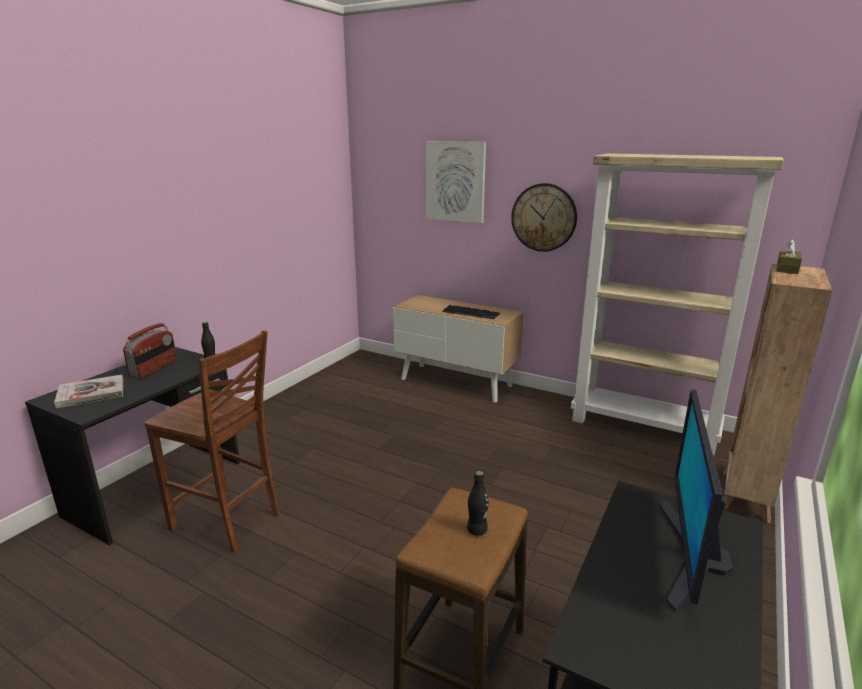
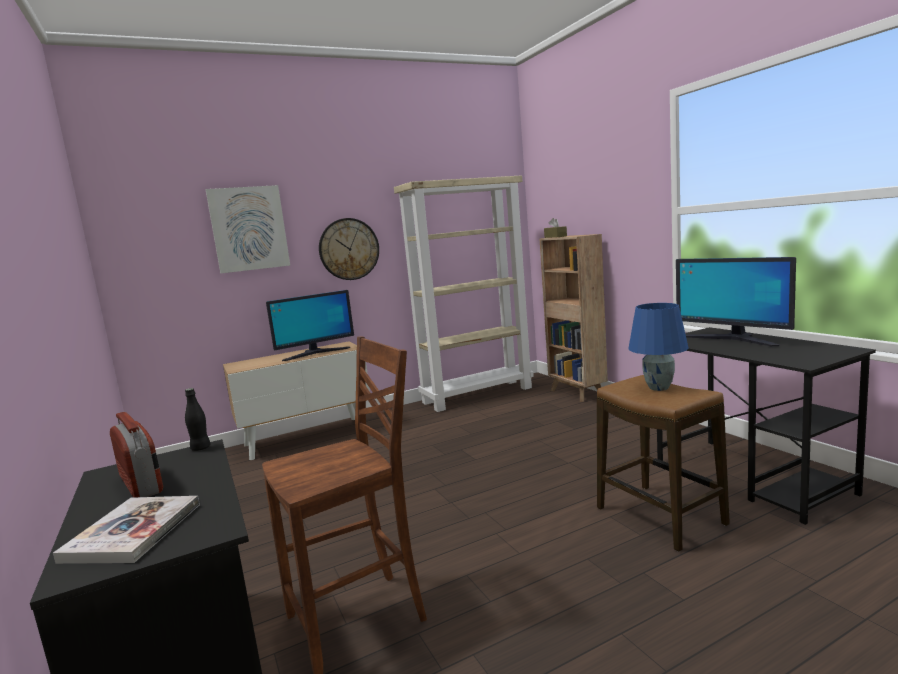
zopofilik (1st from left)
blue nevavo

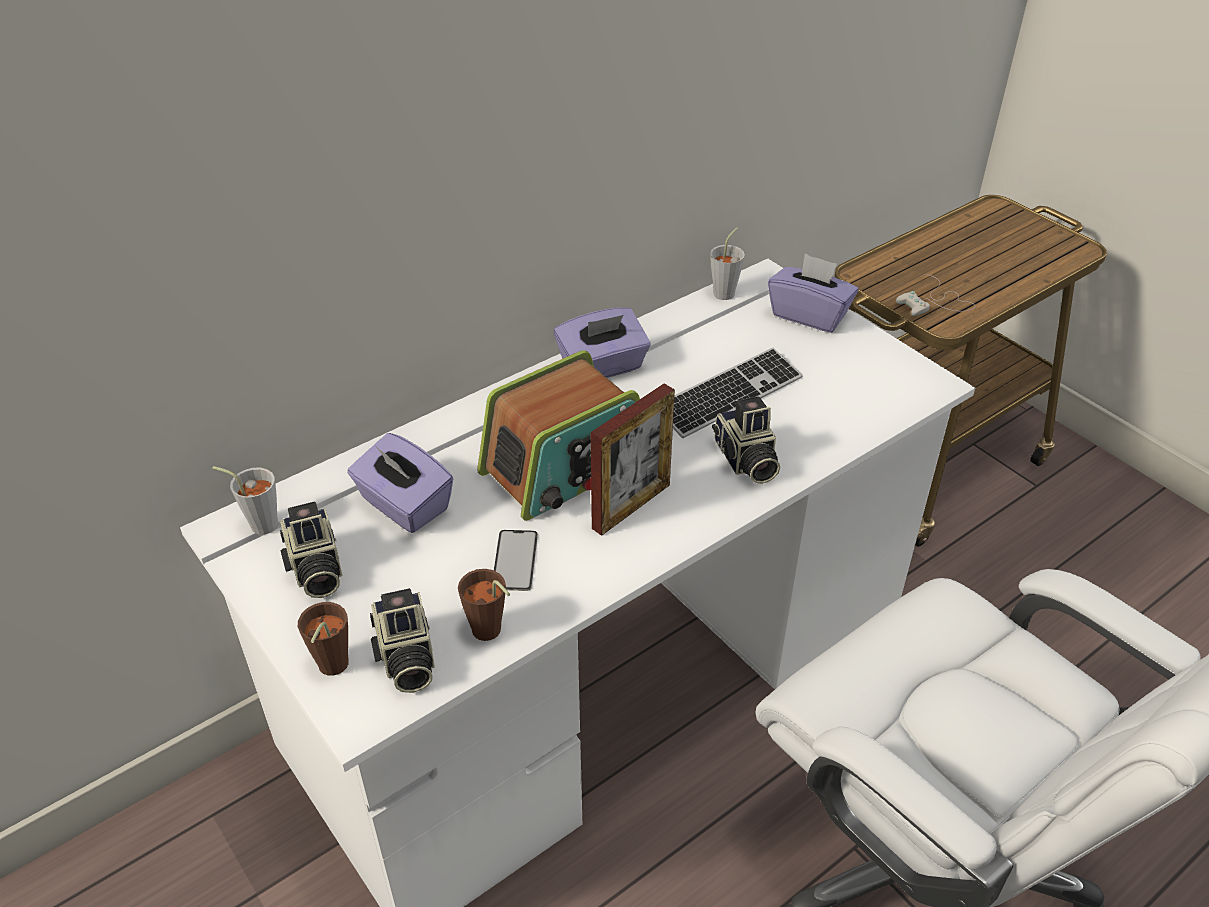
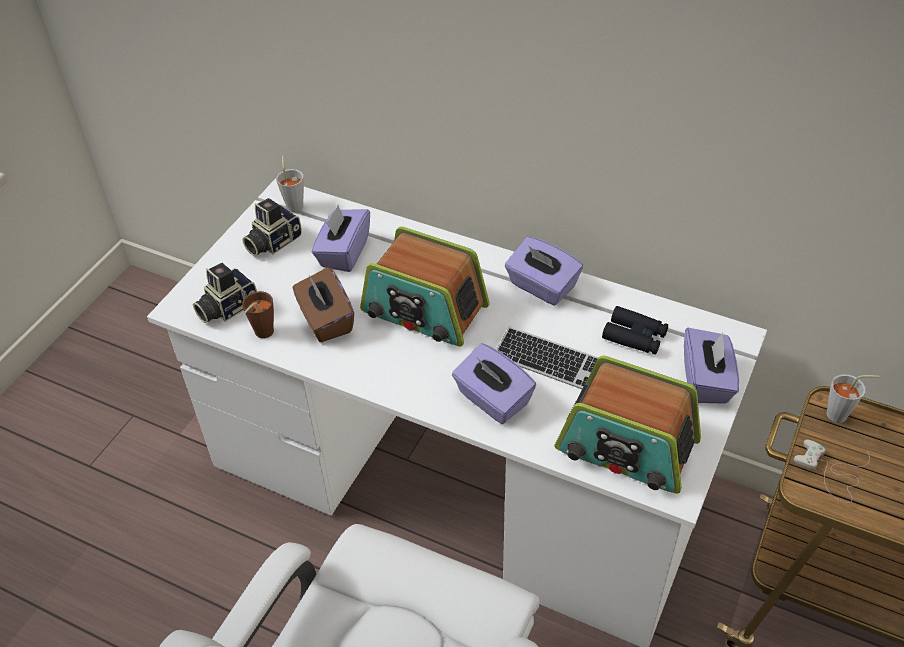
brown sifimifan (1st from left in the first image)
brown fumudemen
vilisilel
grey sifimifan (2nd from left)
purple fumudemen (2nd from left)
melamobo (2nd from left)
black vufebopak

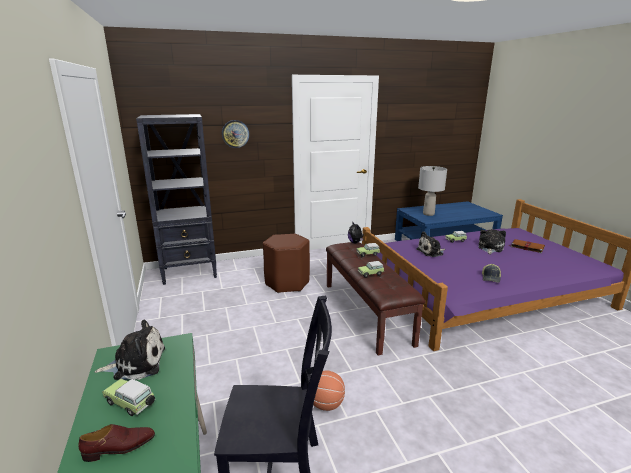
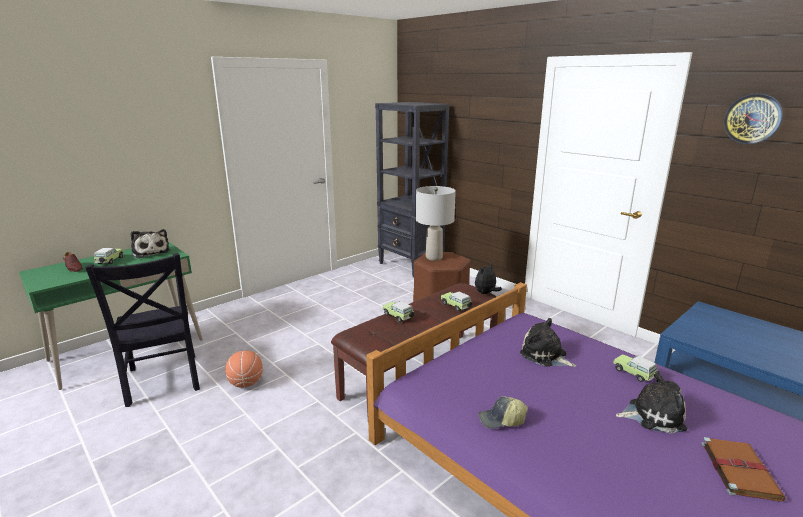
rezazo
grey nevavo

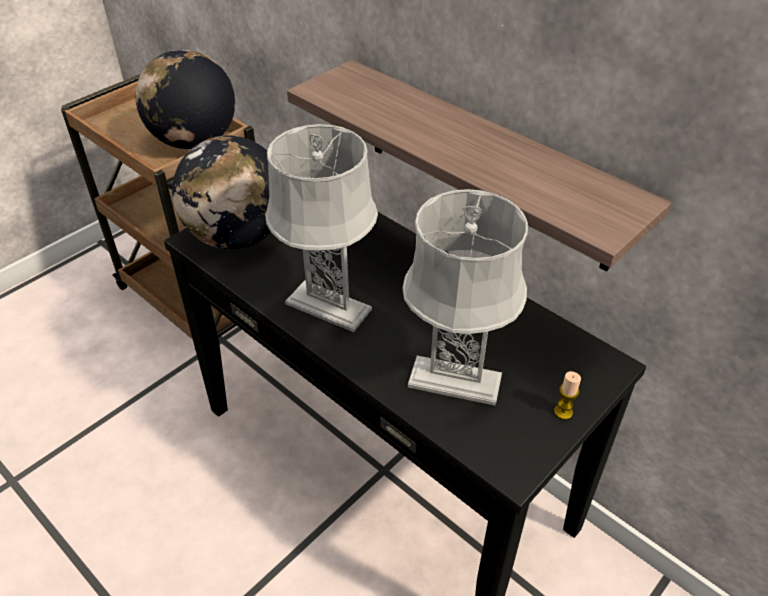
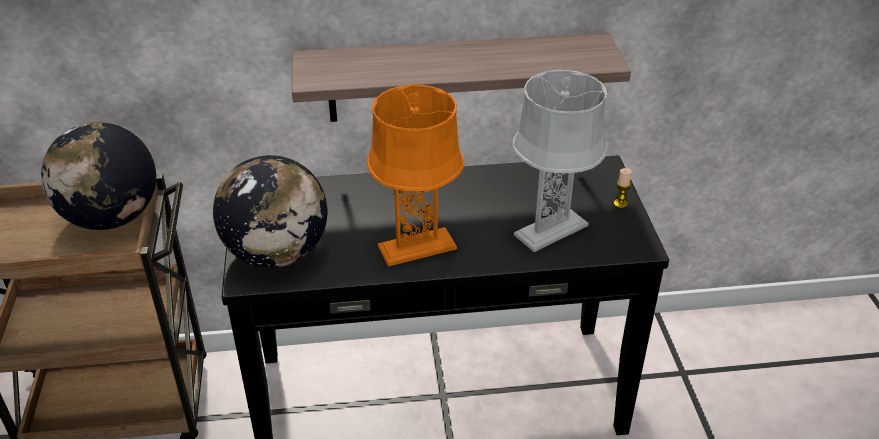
orange nevavo

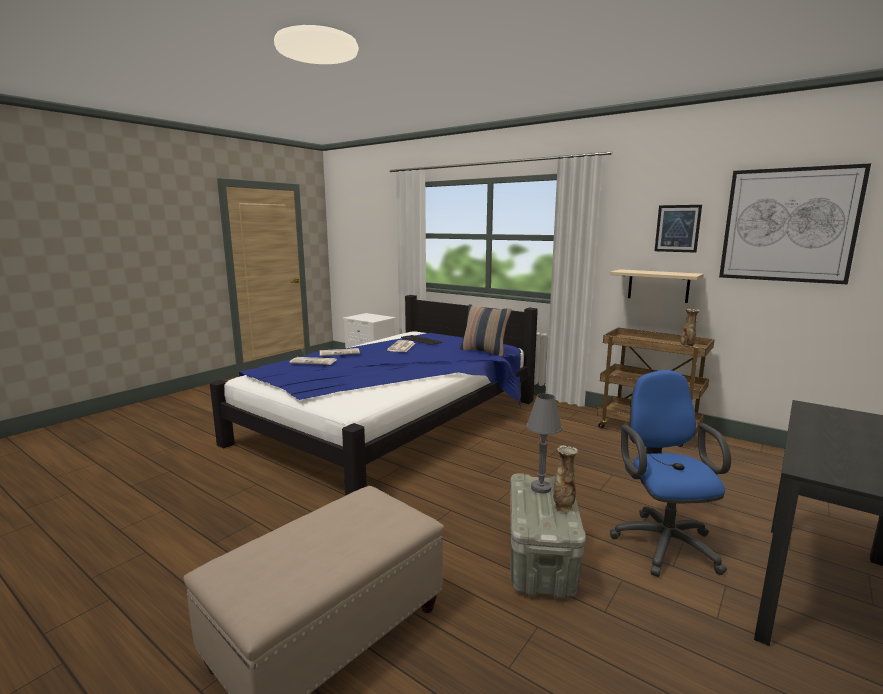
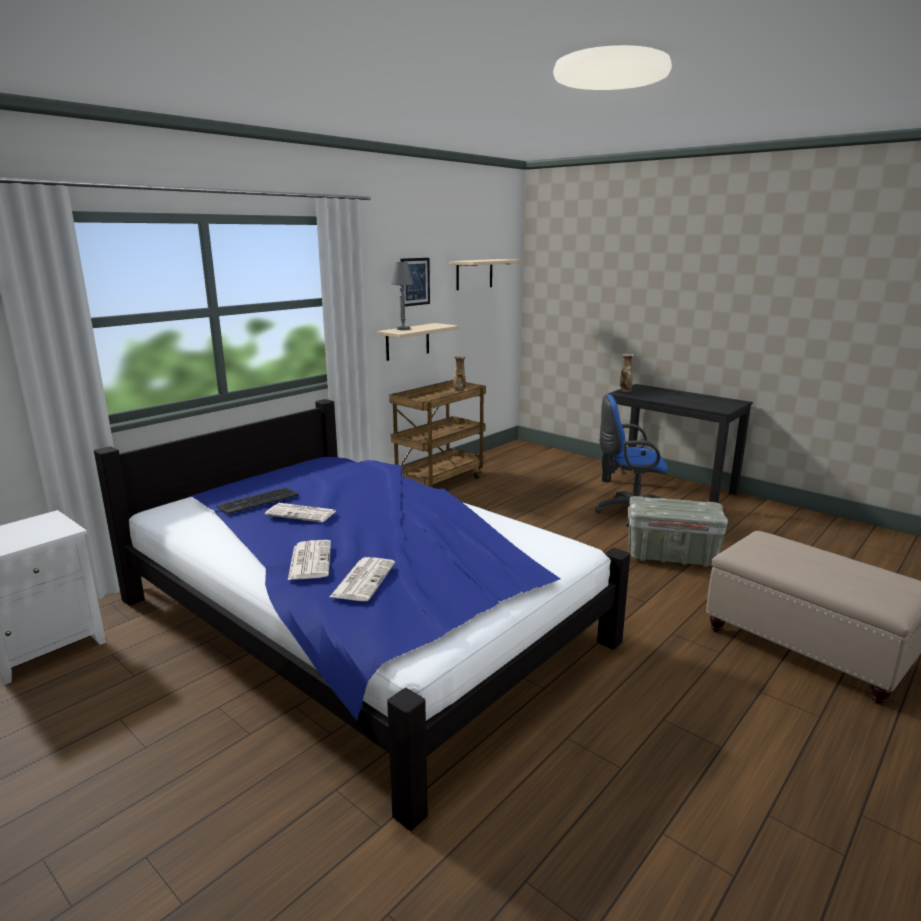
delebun
grey nevavo
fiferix (2nd from left)
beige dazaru (2nd from left)

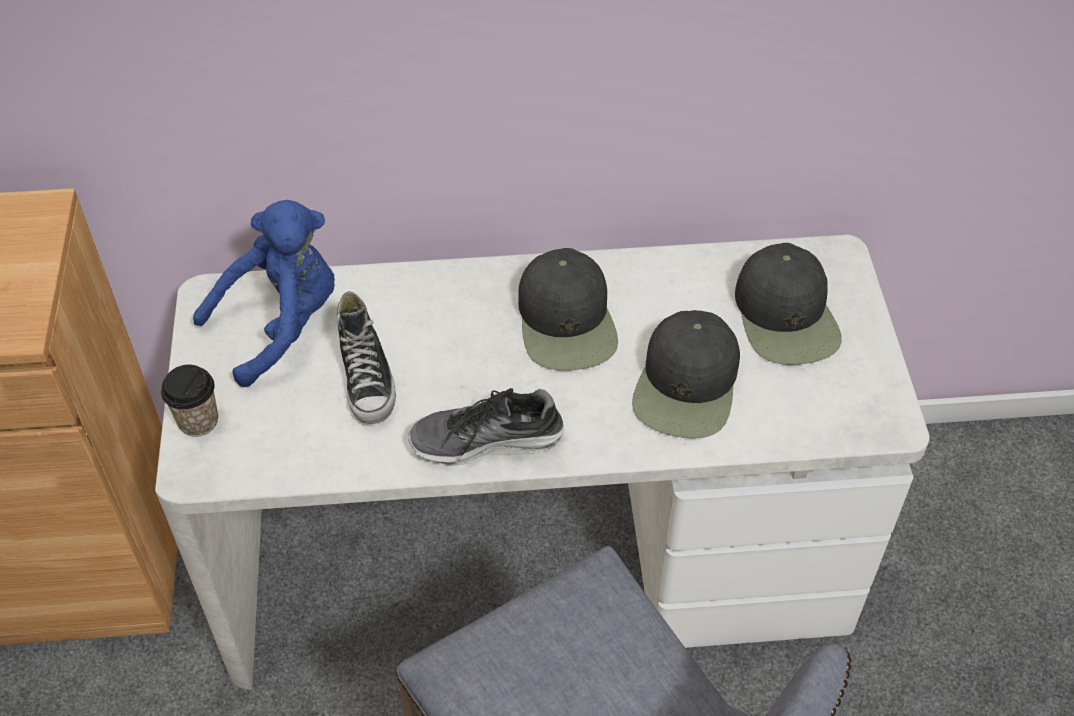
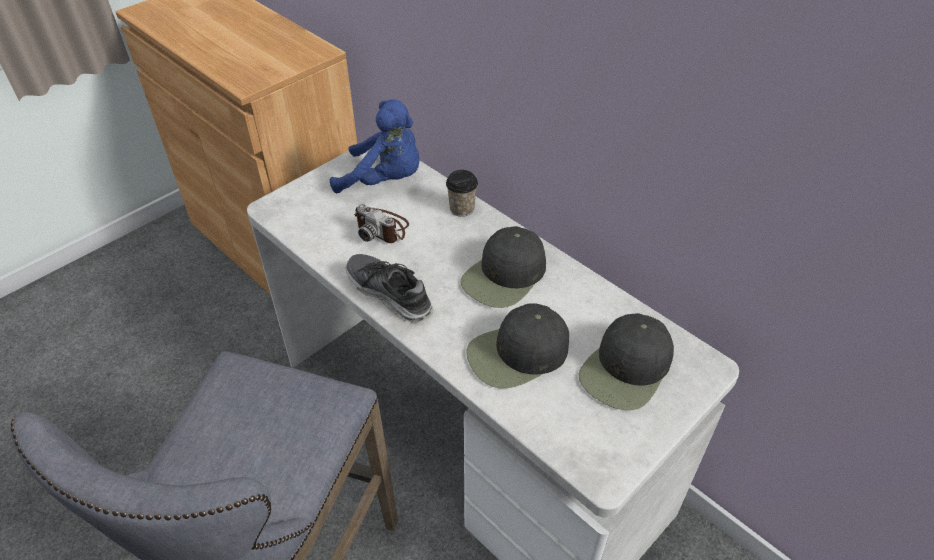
sifimifan
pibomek

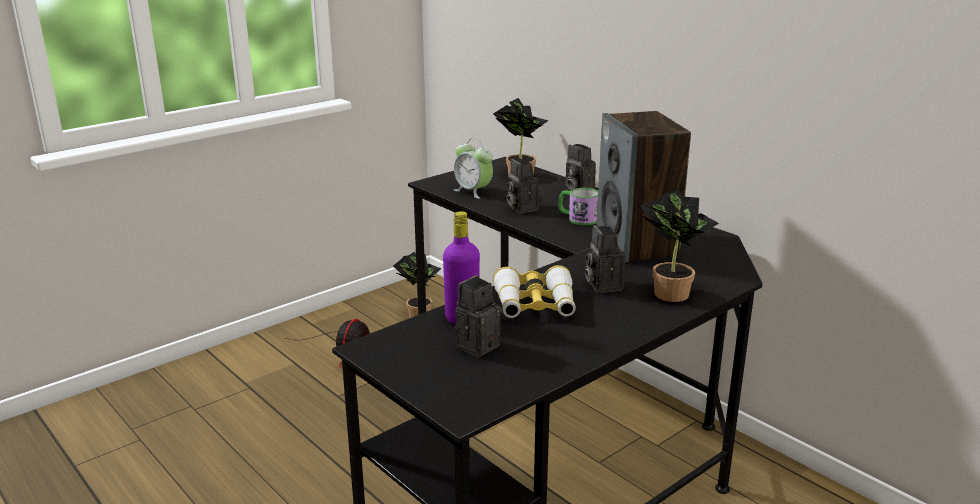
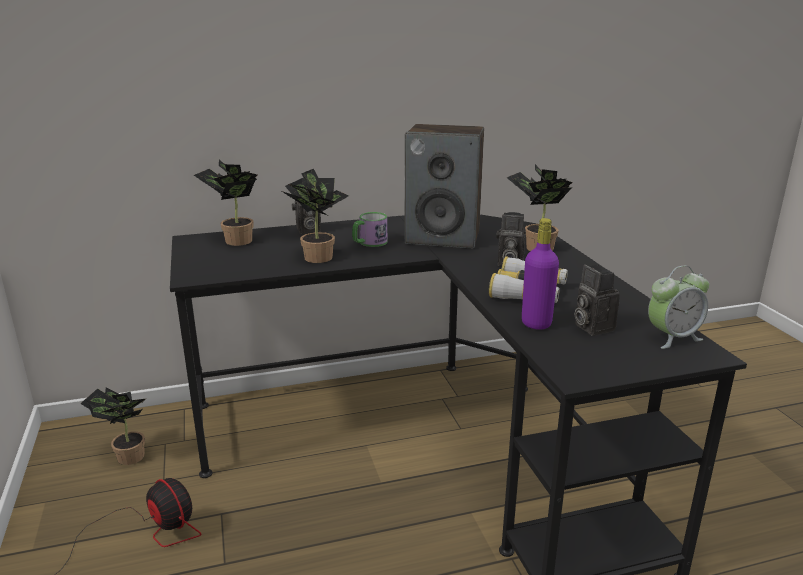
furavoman
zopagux (3rd from left)

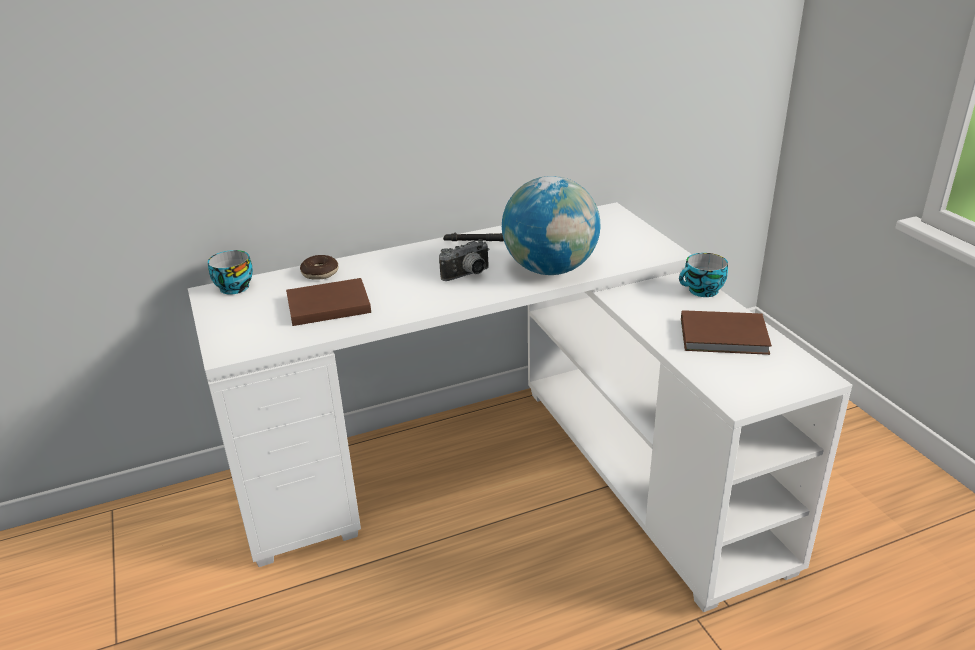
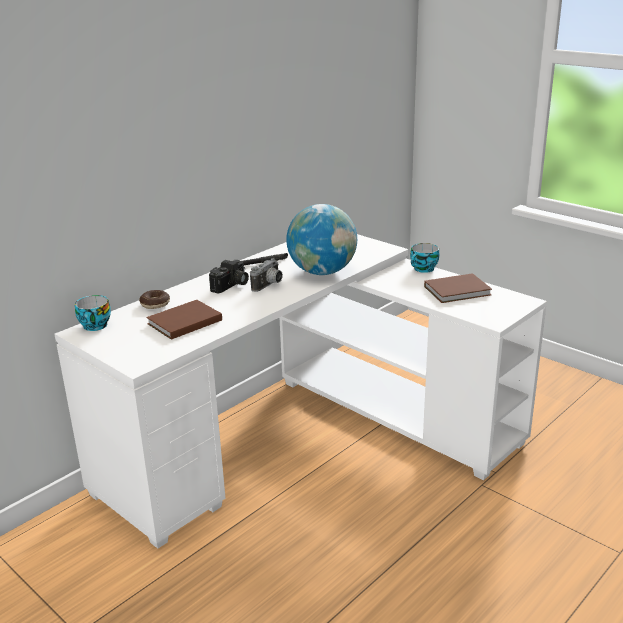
pibomek (1st from left)

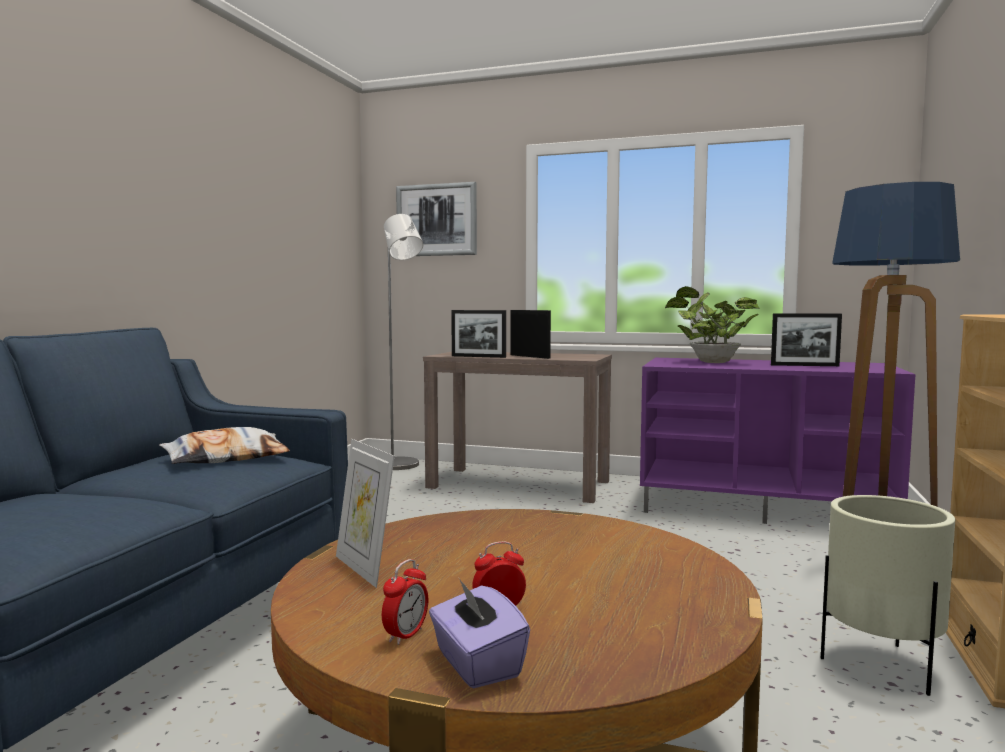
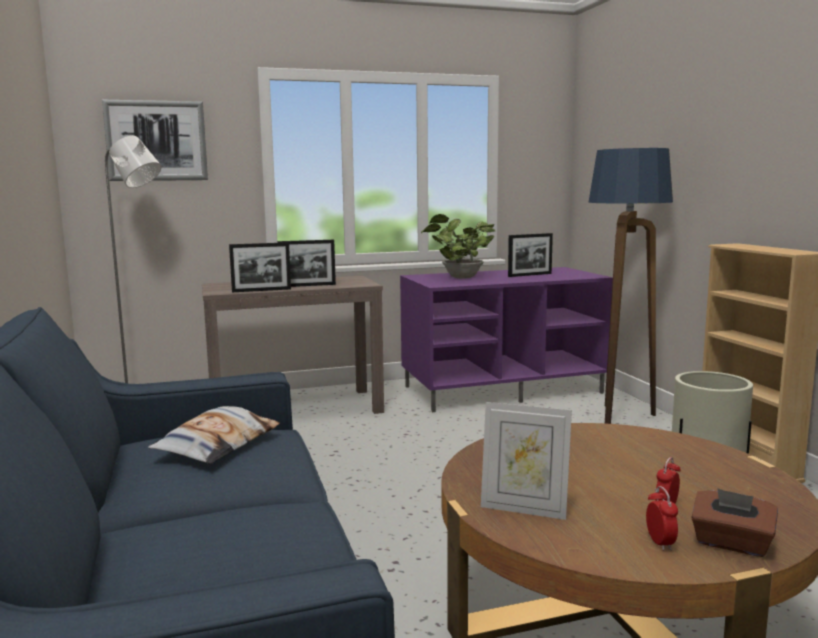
brown fumudemen
vilisilel (2nd from left)

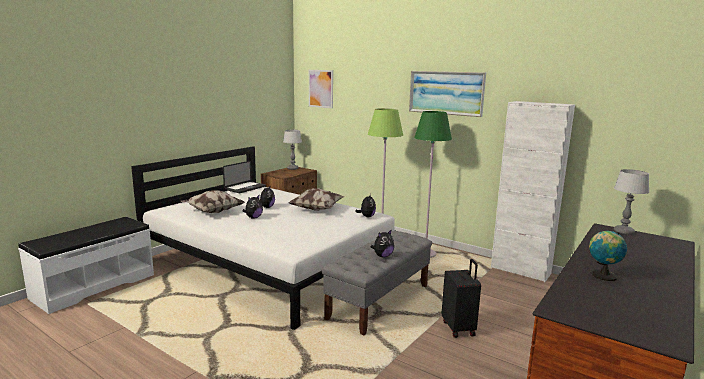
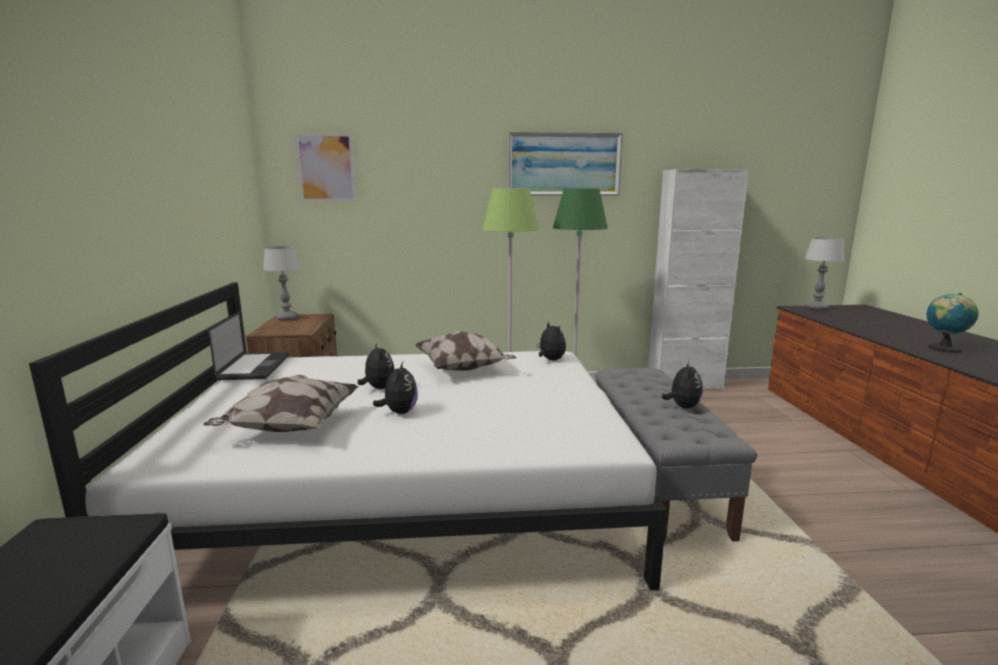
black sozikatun

